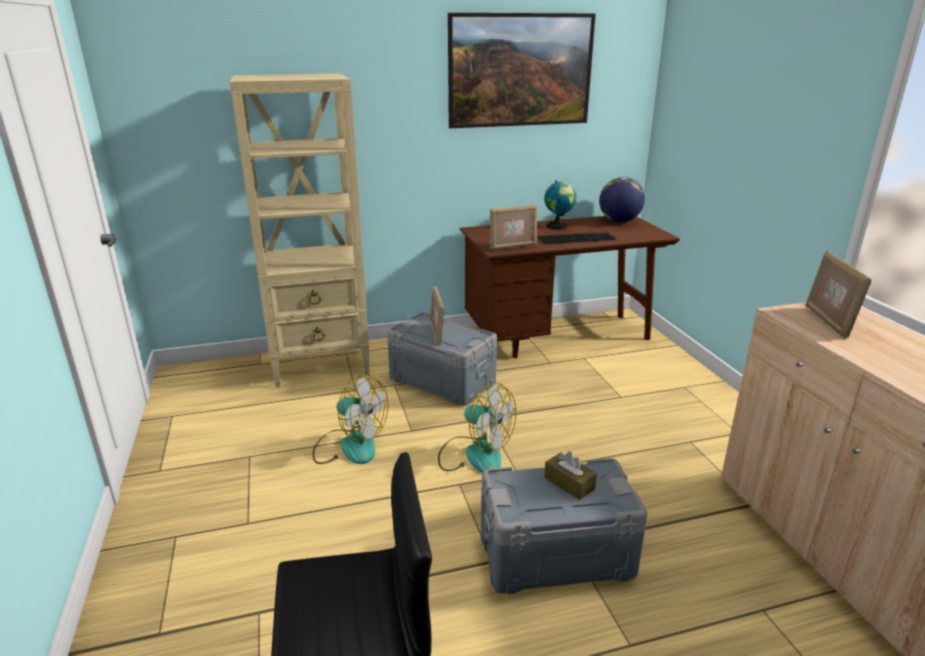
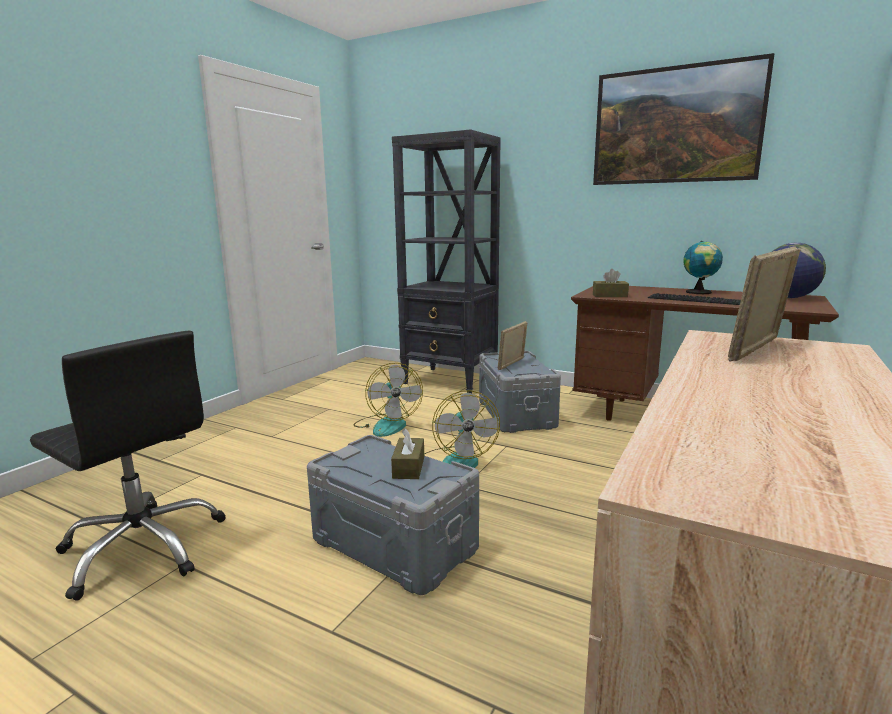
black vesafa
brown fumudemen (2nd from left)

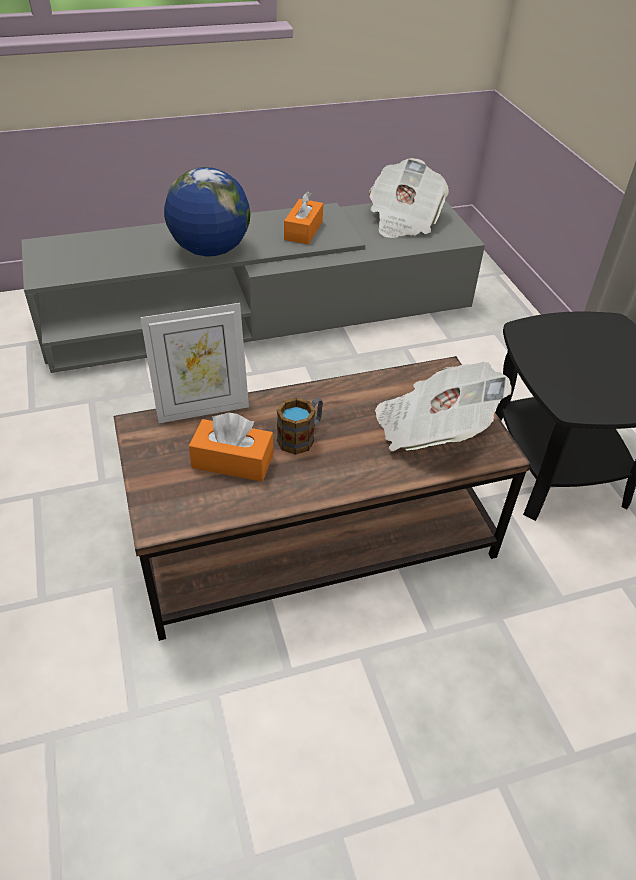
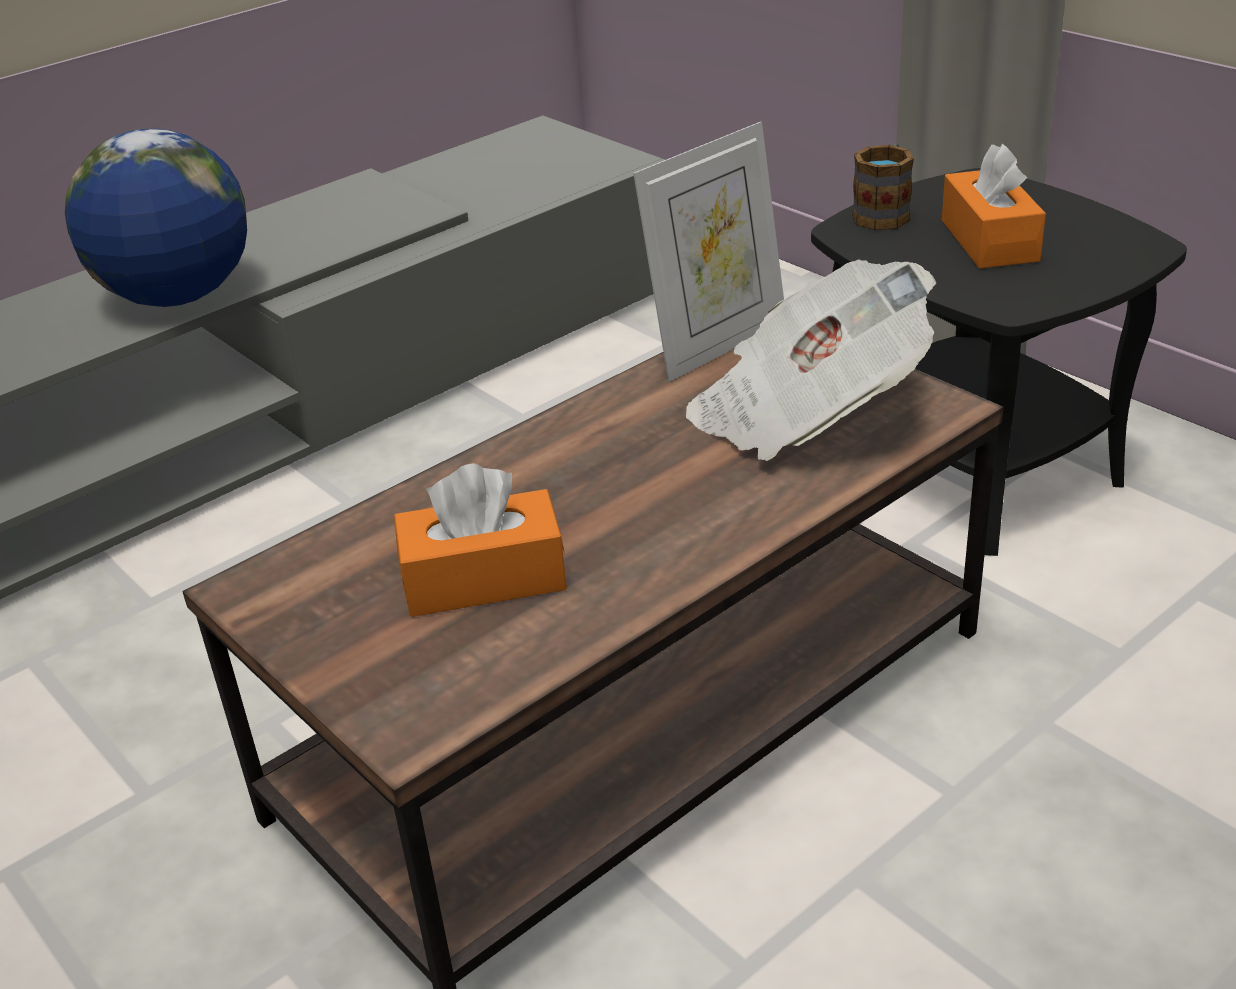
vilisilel
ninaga
orange fumudemen (2nd from left)
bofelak (1st from left in the first image)

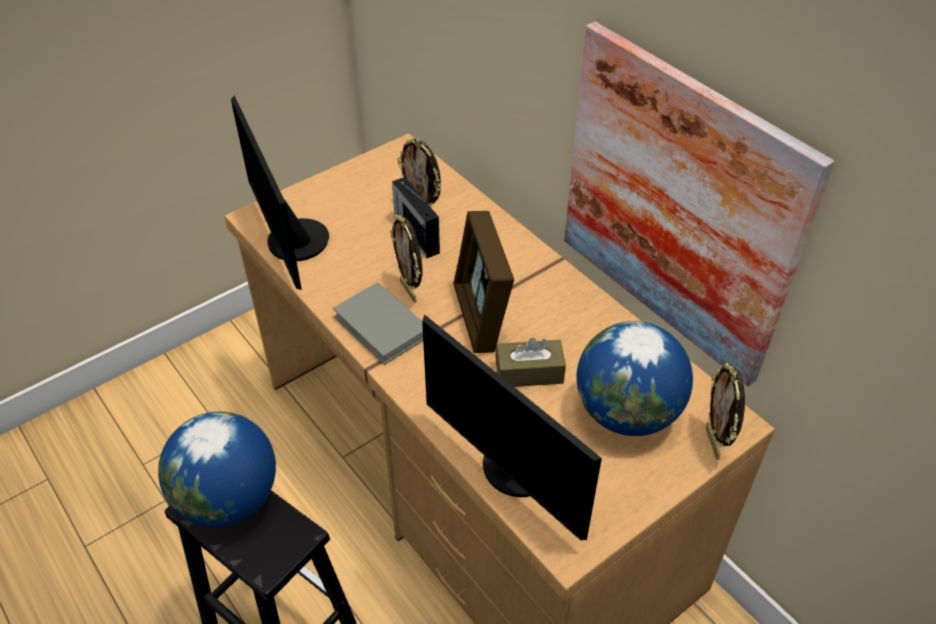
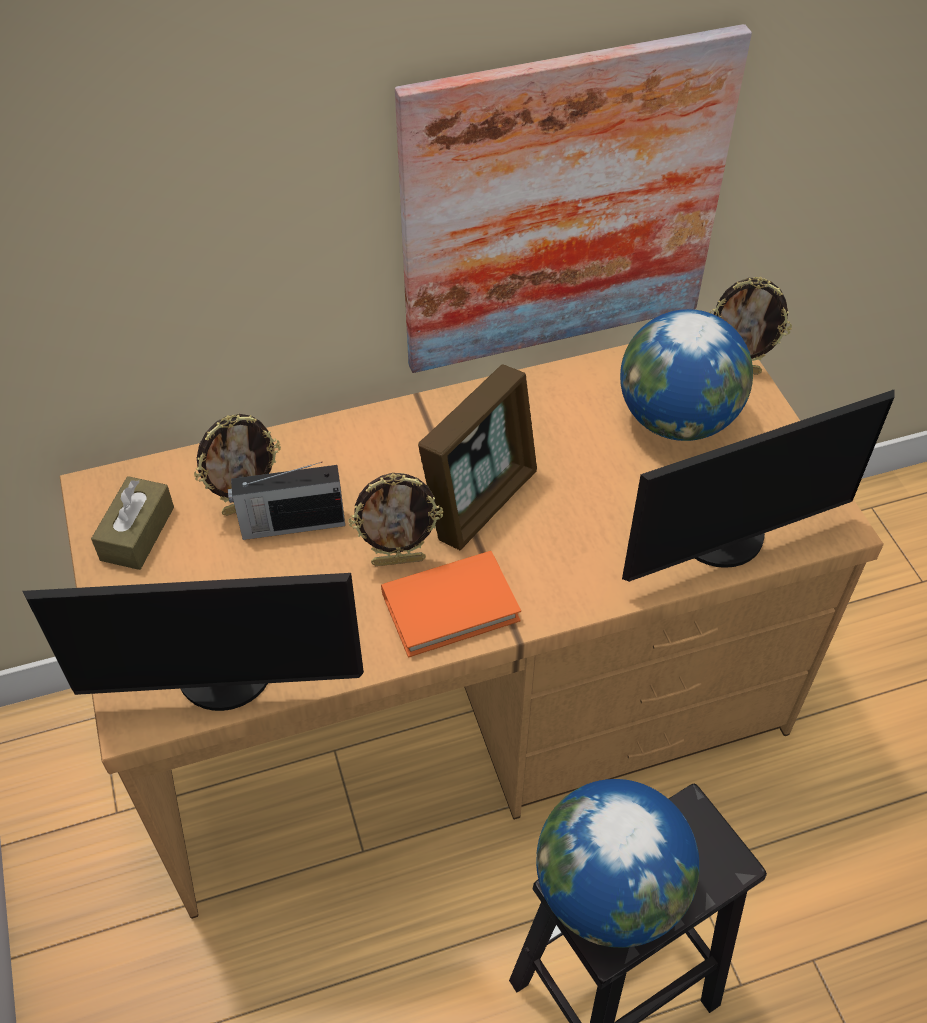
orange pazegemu
vilisilel (3rd from left)
brown fumudemen

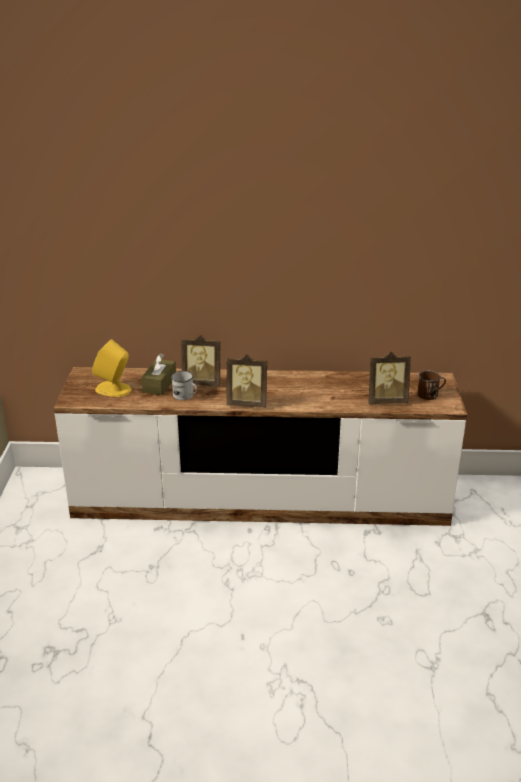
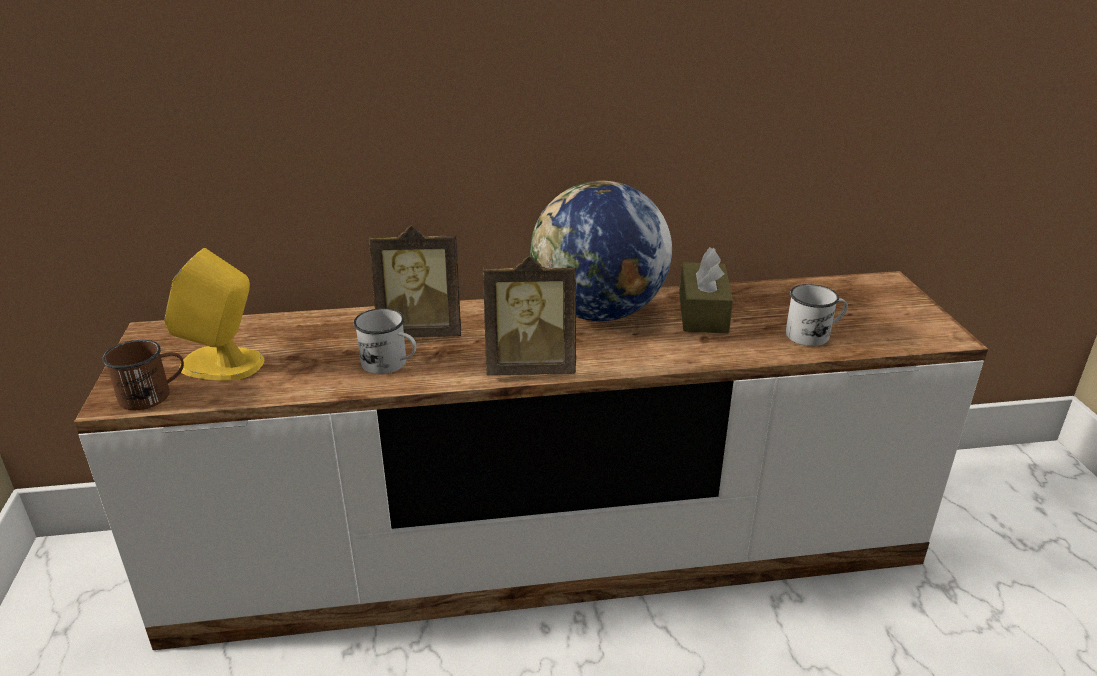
brown fumudemen
white ninaga (2nd from left)
brown ninaga
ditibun

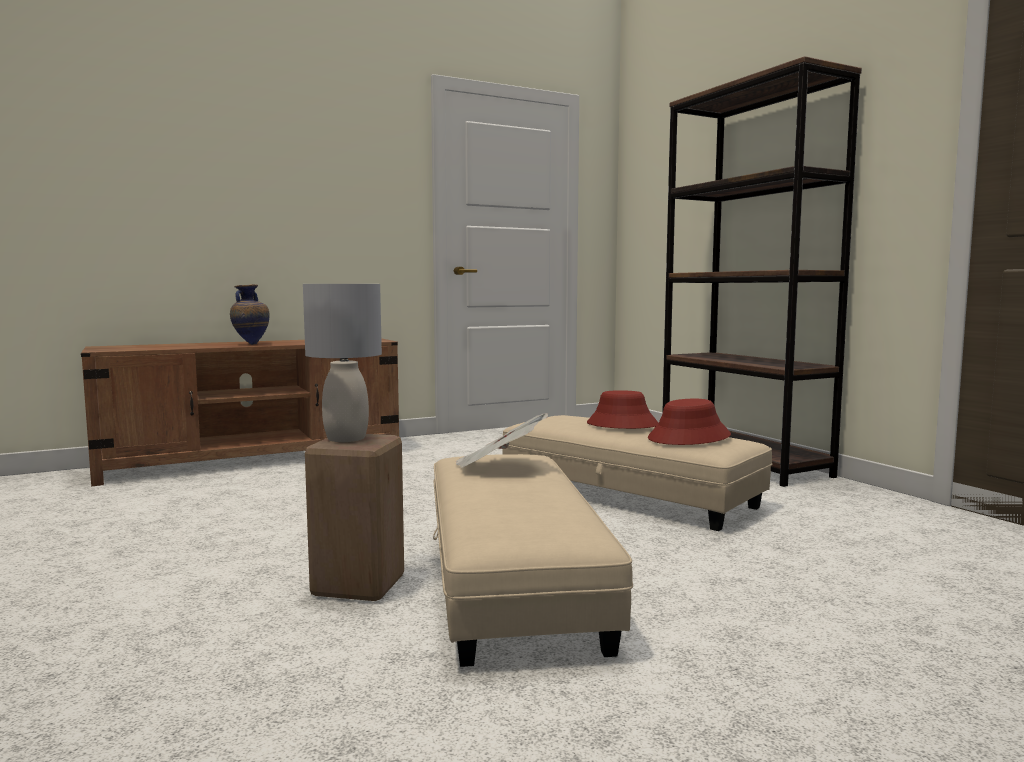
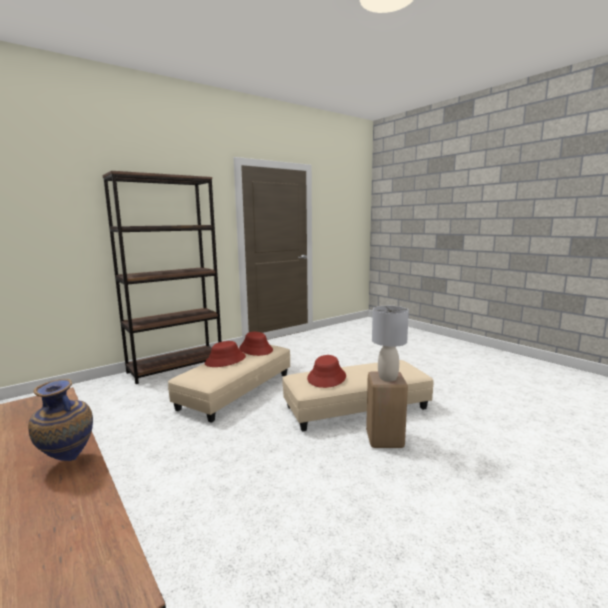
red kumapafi (3rd from left)

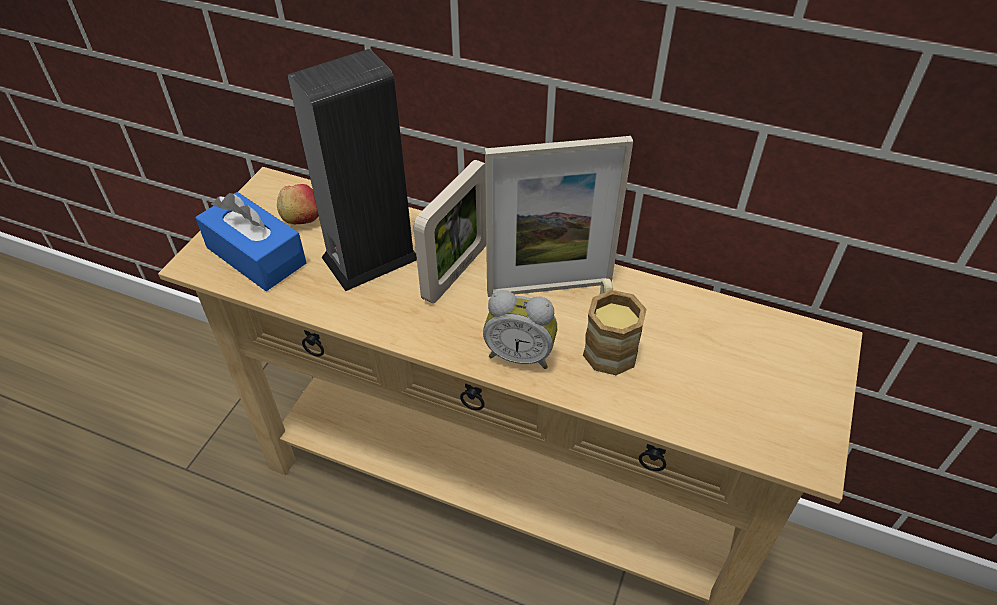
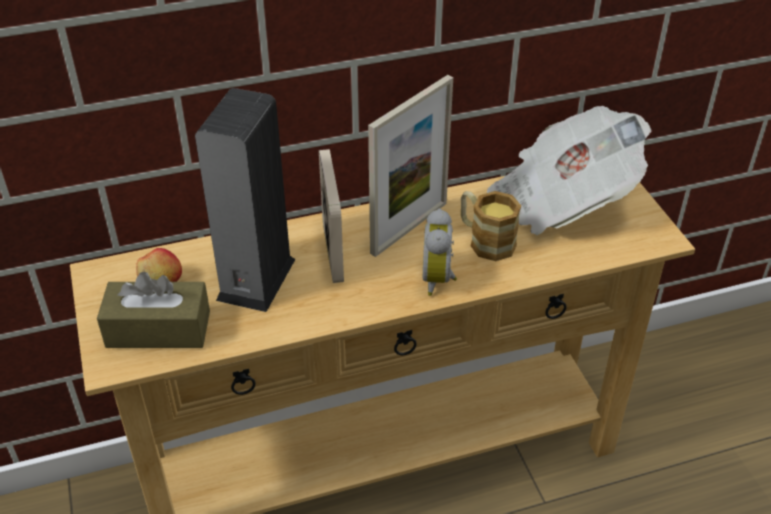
brown fumudemen
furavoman
bofelak

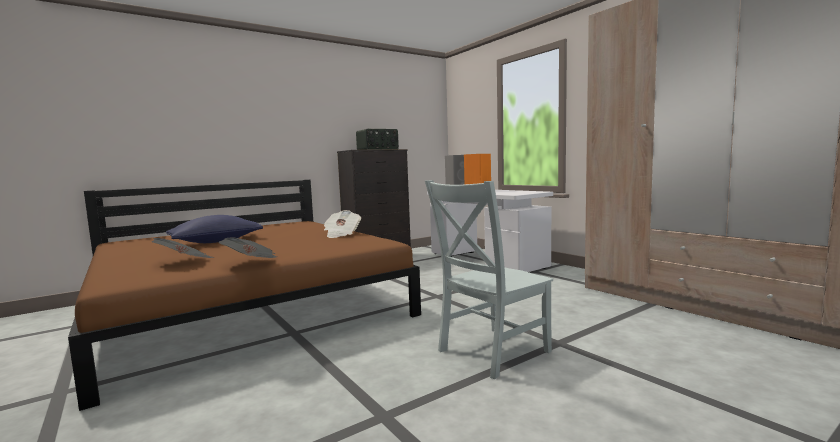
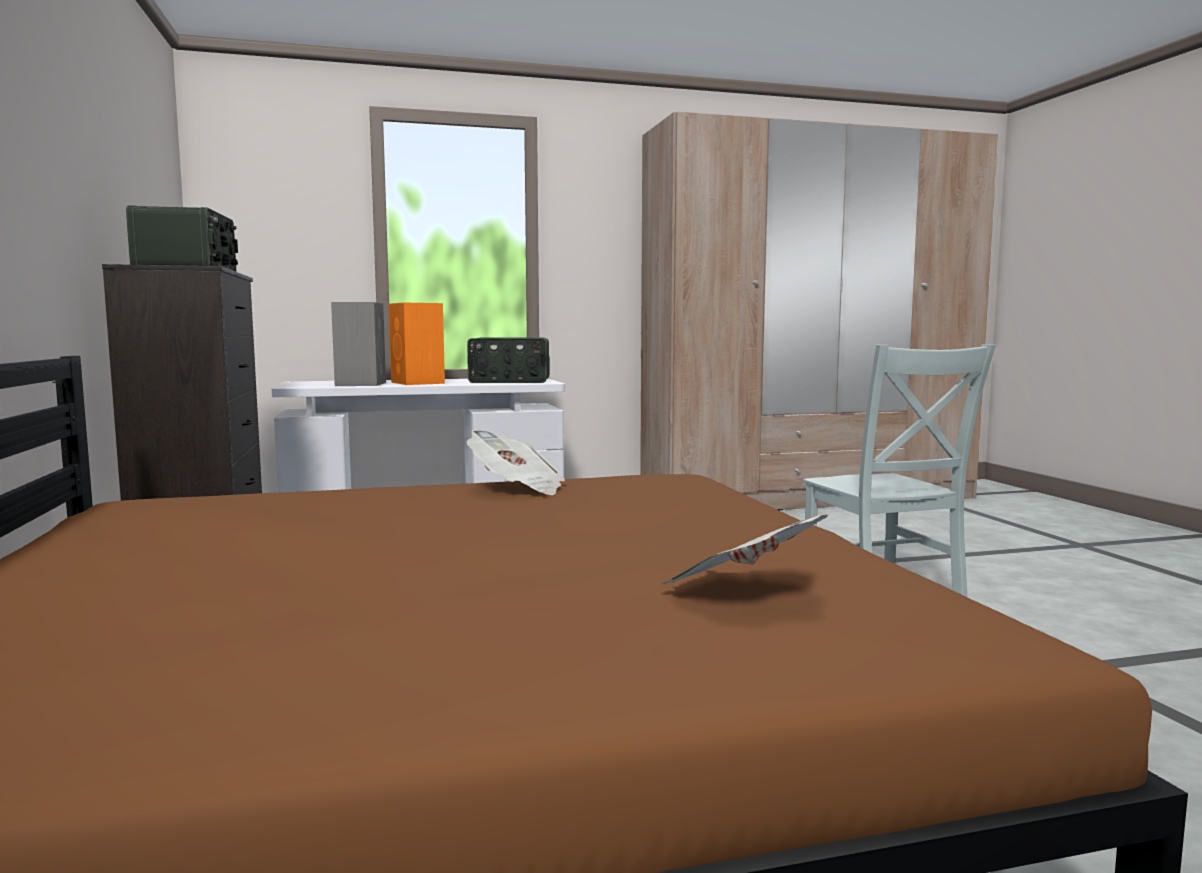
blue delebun
bofelak (2nd from left in the first image)
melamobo (2nd from left)

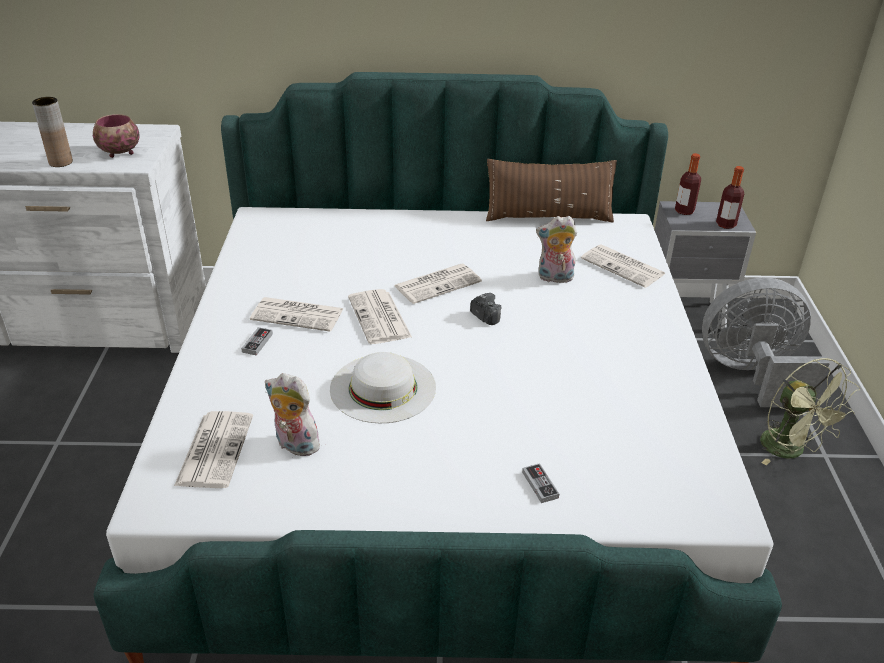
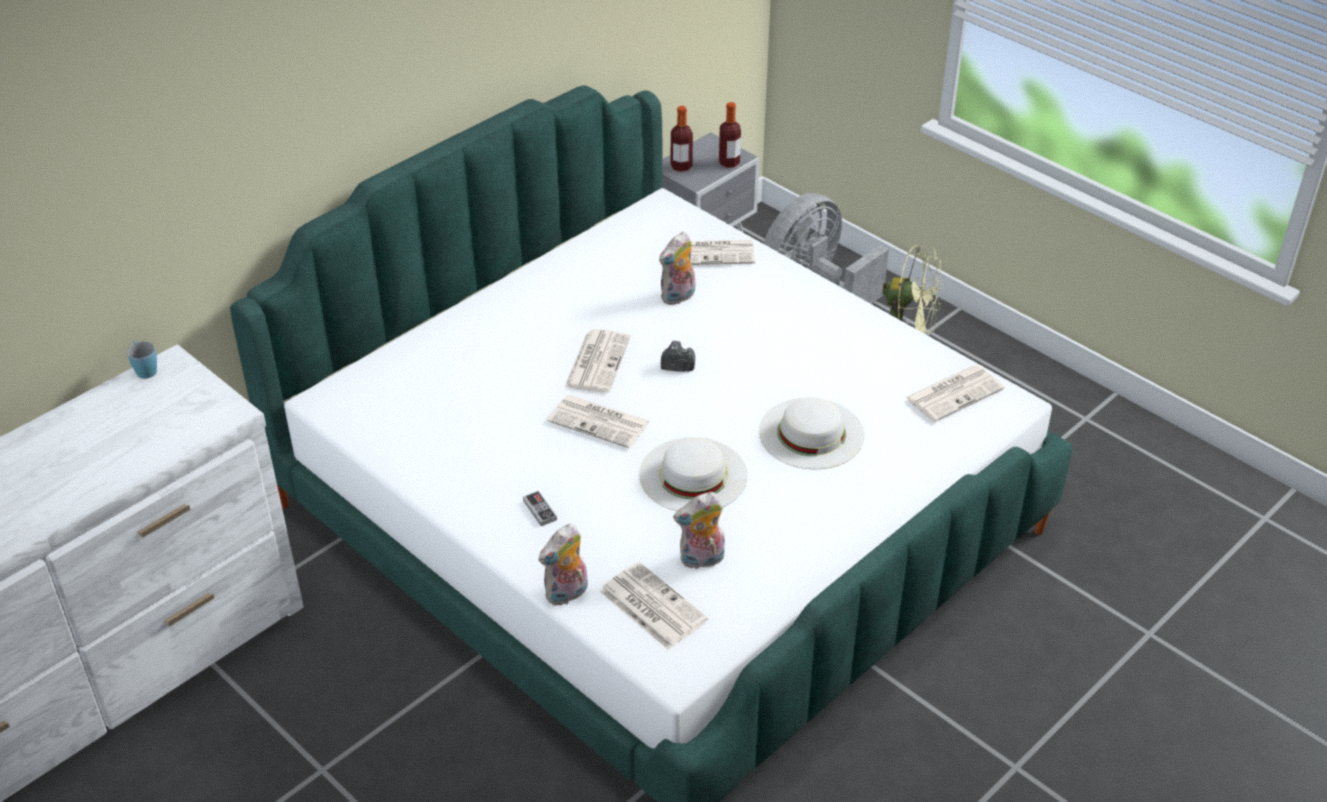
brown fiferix
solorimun
bofelak (5th from left)
brown delebun
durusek (2nd from left in the first image)
blue ninaga
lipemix (1st from left)
white kumapafi (2nd from left)

